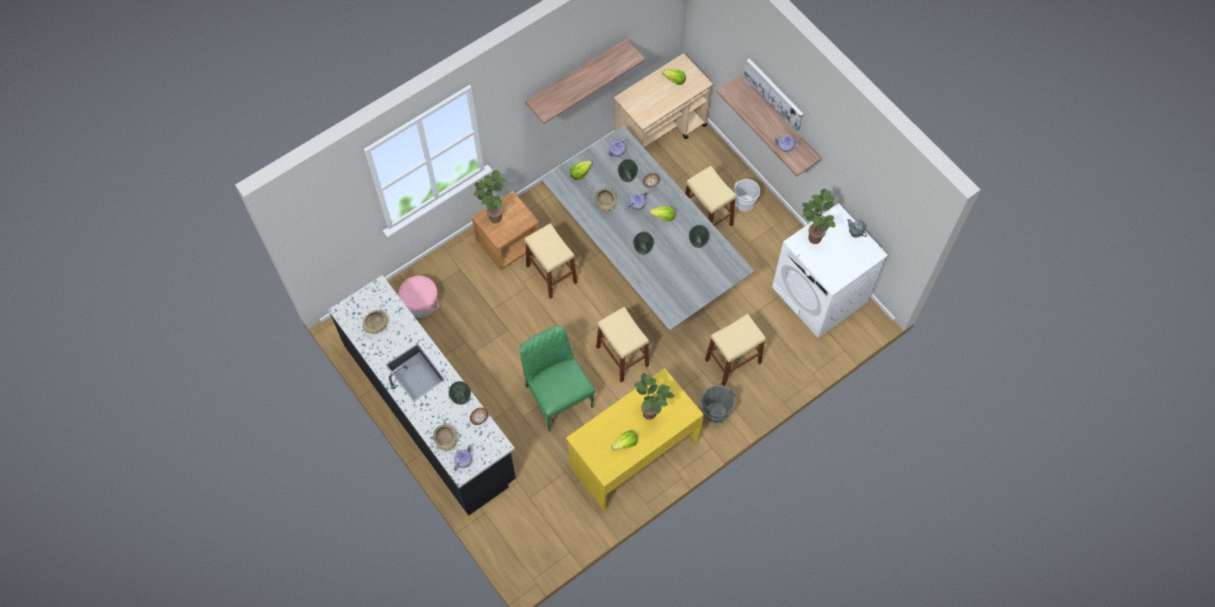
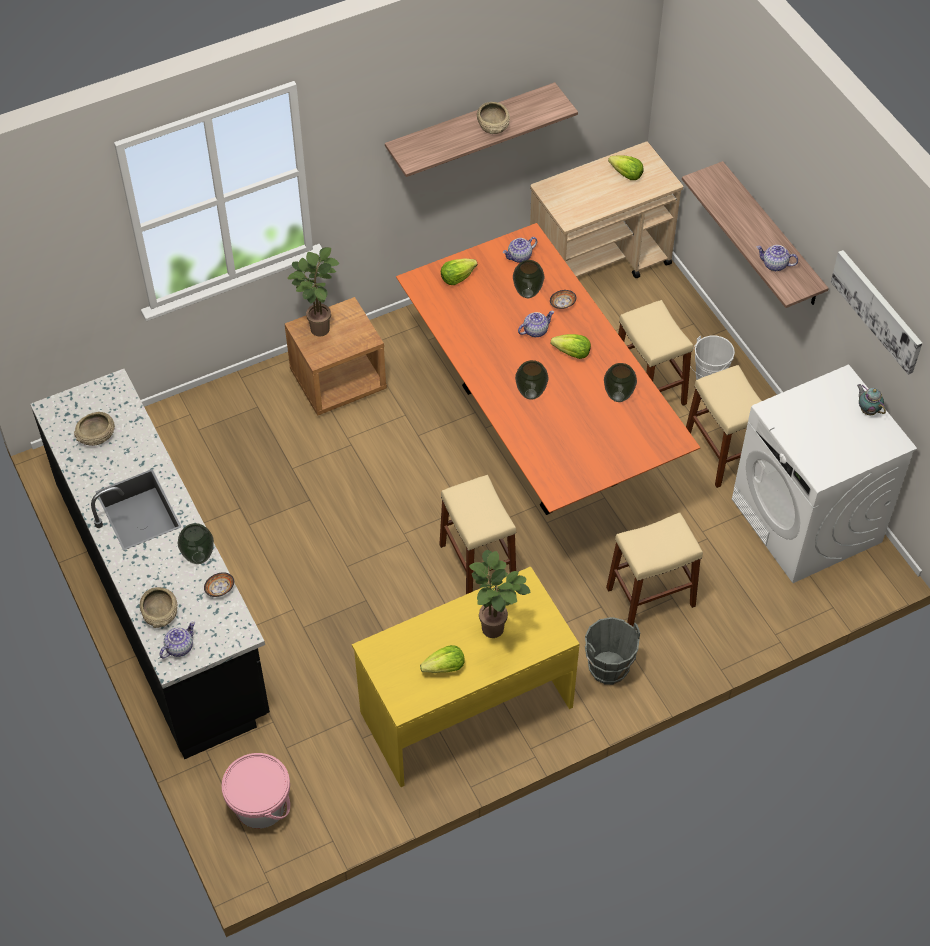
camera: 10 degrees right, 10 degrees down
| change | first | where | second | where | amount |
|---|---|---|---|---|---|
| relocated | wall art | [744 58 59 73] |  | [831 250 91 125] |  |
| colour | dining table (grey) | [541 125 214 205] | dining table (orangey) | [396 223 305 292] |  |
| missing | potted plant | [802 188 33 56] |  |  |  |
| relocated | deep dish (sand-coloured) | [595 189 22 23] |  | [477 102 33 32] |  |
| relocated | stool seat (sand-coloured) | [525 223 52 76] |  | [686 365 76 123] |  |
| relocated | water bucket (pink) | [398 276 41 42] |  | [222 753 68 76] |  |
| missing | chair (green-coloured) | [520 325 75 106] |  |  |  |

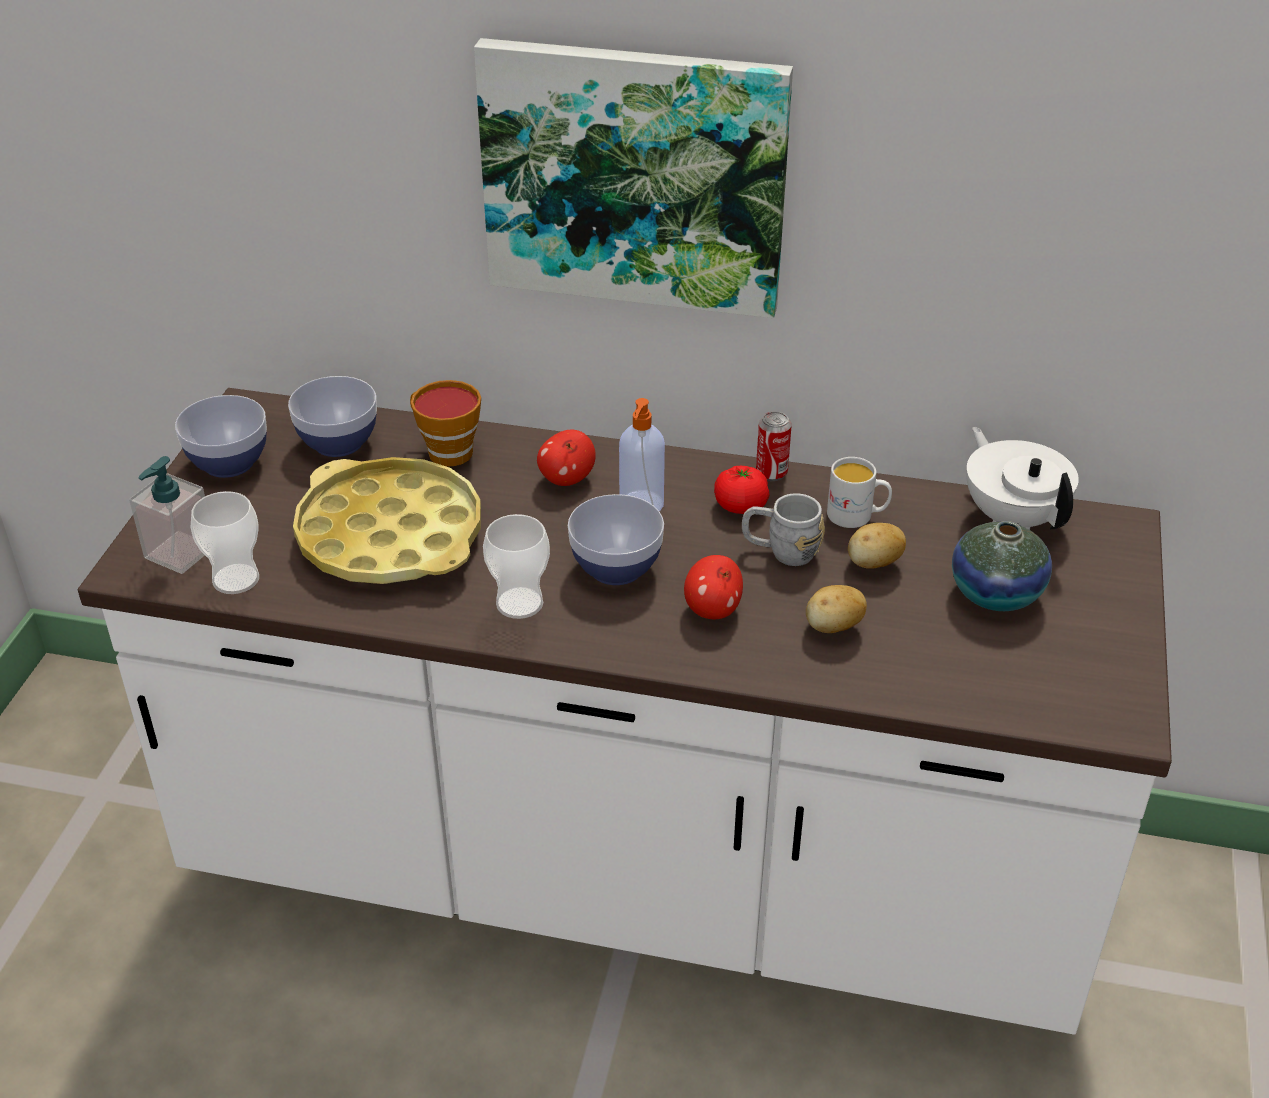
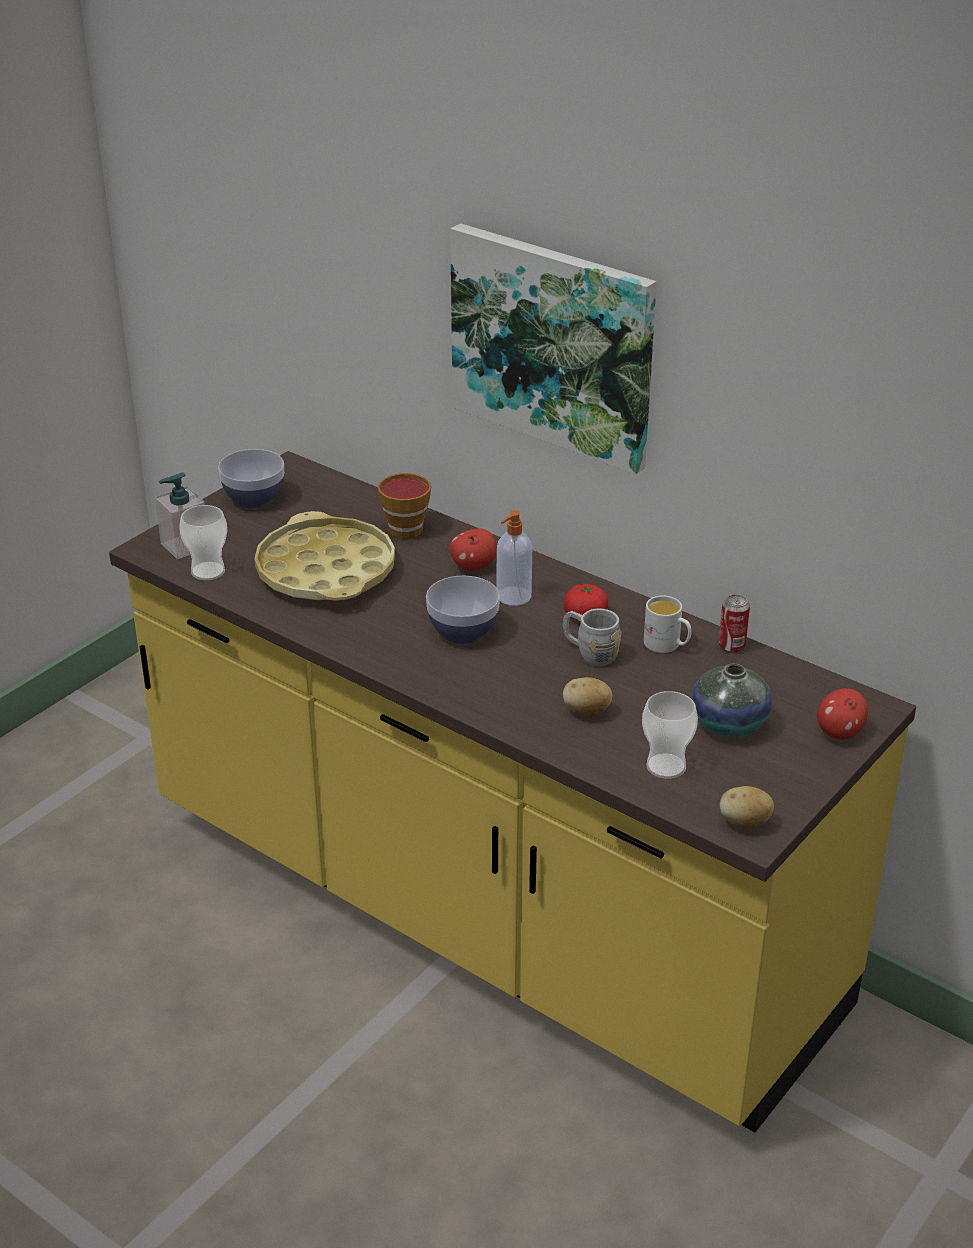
camera: 25 degrees right, 5 degrees down
| change | first | where | second | where | amount |
|---|---|---|---|---|---|
| missing | deep dish | [288 376 89 81] |  |  |  |
| colour | counter (whitish) | [78 388 1094 647] | counter (yellowish) | [109 451 807 682] |  |
| relocated | can | [756 411 36 70] |  | [719 594 31 59] |  |
| missing | tea pot (whitish) | [966 427 113 103] |  |  |  |
| relocated | cup | [483 514 67 105] |  | [642 691 56 88] |  |
| relocated | potato | [848 523 58 46] |  | [720 786 54 41] |  |
| relocated | apple | [684 555 59 64] |  | [817 688 51 51] |  |

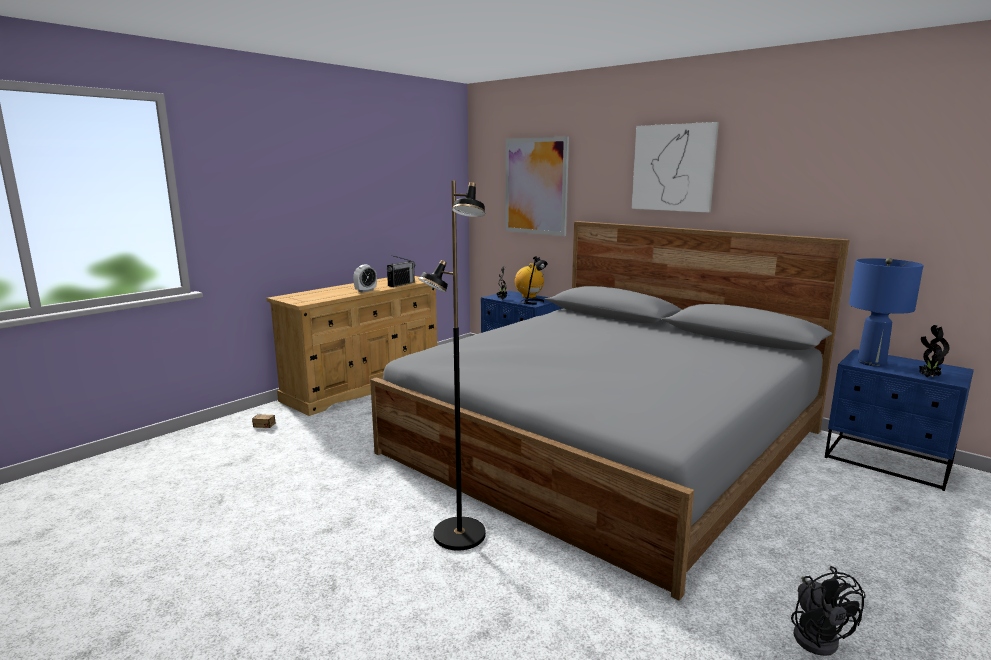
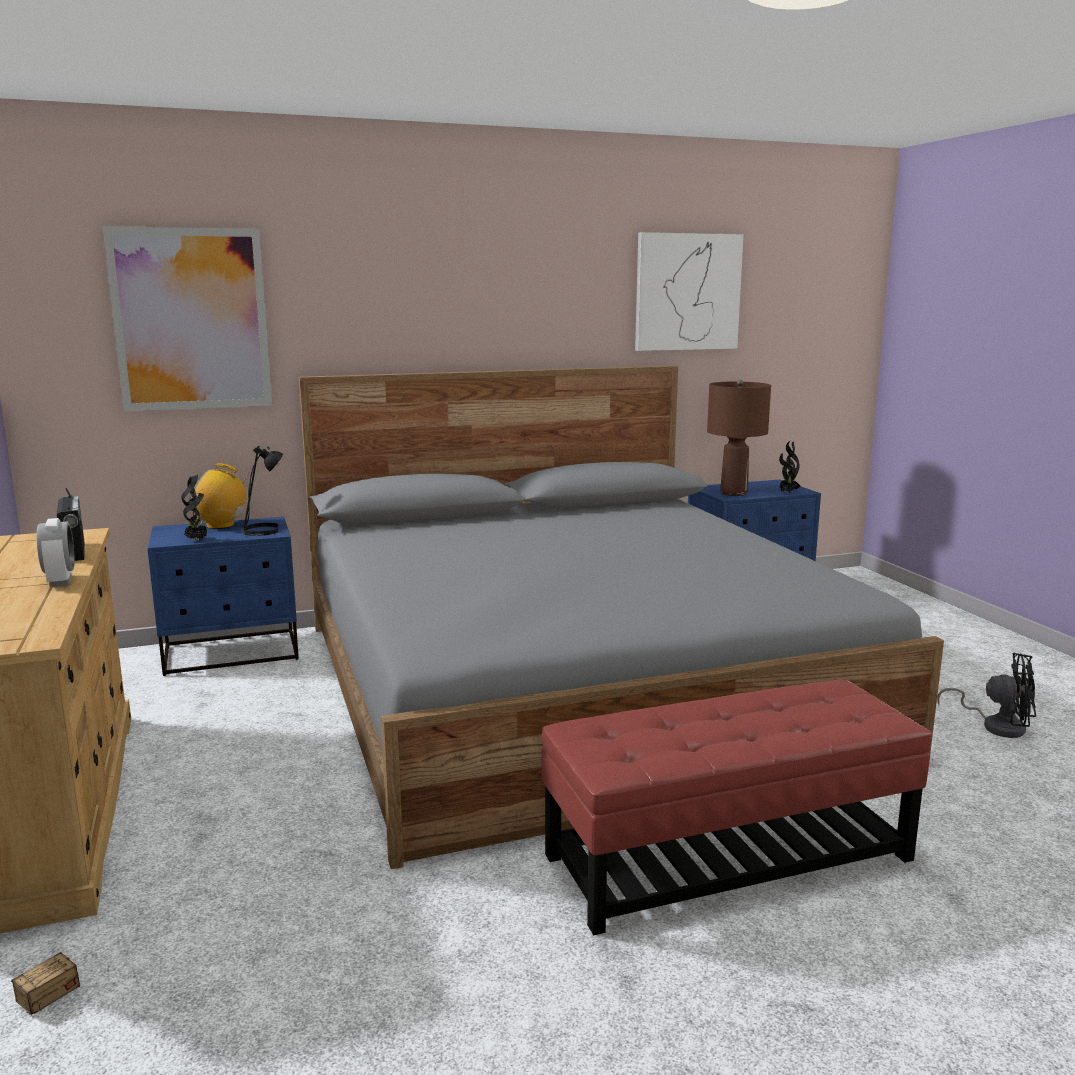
camera: 60 degrees left, 0 degrees up
| change | first | where | second | where | amount |
|---|---|---|---|---|---|
| relocated | wall art | [631 122 88 91] |  | [635 232 109 119] |  |
| exchanged | standing lamp (blackish) | [418 181 68 370] | pouffe (red) | [541 680 391 255] |  |
| colour | lamp for a table (blue) | [849 258 75 109] | lamp for a table (brown) | [707 380 64 116] |  |

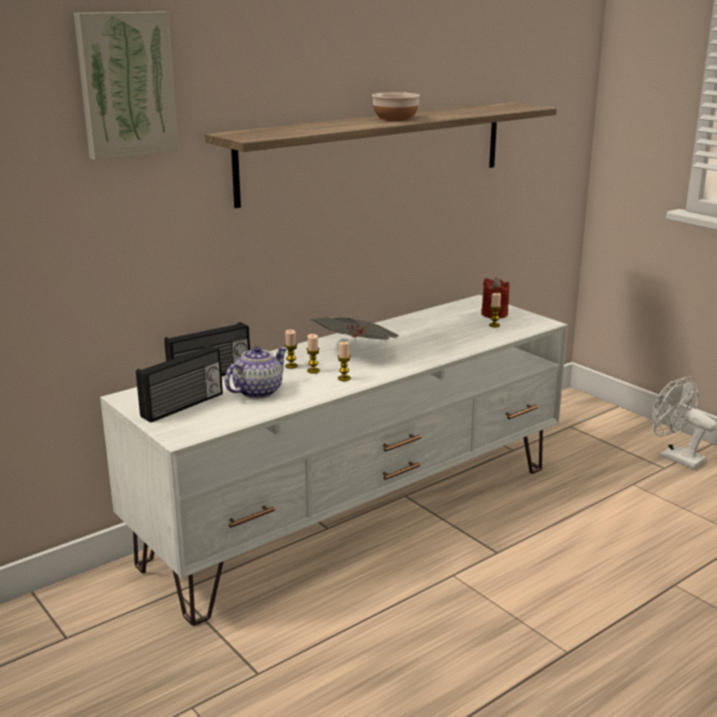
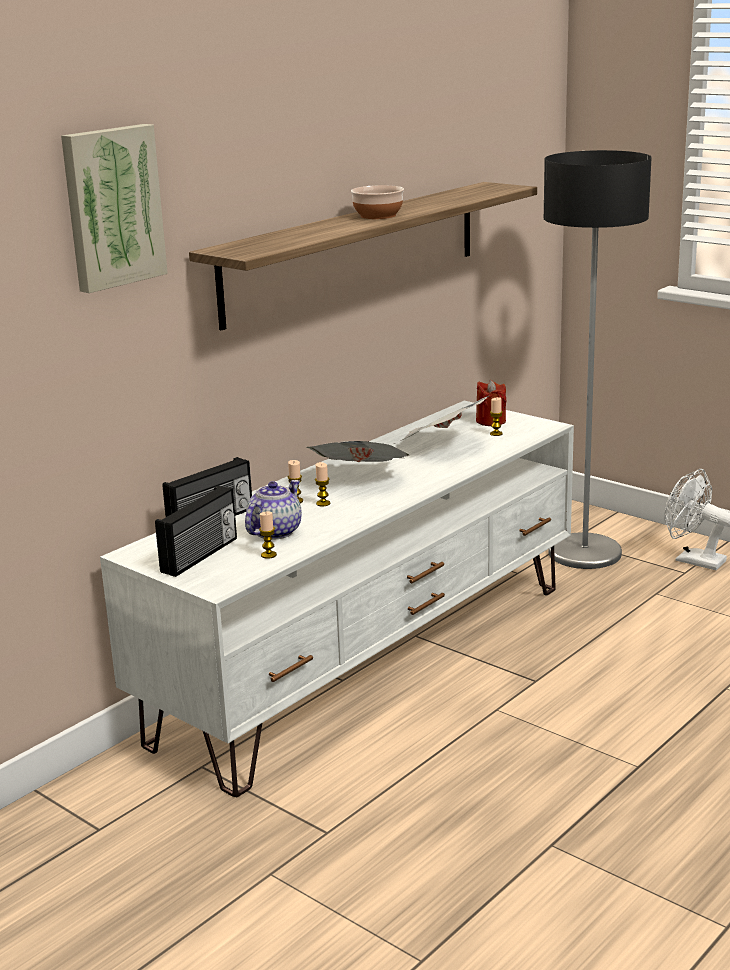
camera: 10 degrees left, 0 degrees up
| change | first | where | second | where | amount |
|---|---|---|---|---|---|
| relocated | candle | [338 342 13 39] |  | [259 511 18 48] |  |
| appeared |  |  | standing lamp | [544 150 108 419] |  |
| appeared |  |  | daily paper | [394 396 95 48] |  |

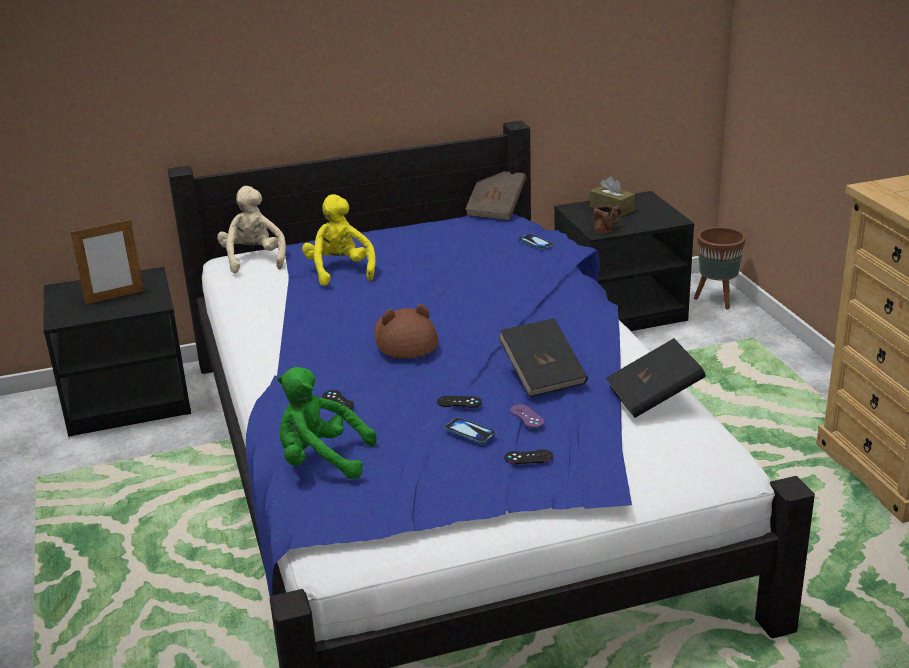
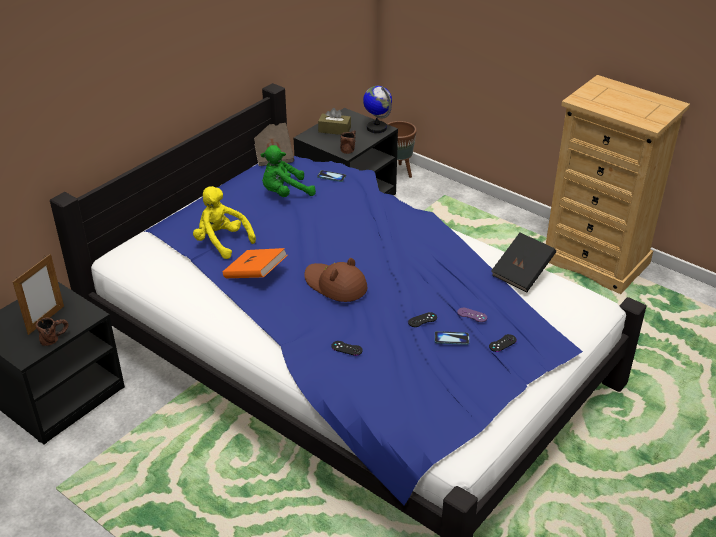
camera: 35 degrees left, 10 degrees up
| change | first | where | second | where | amount |
|---|---|---|---|---|---|
| missing | soft toy (sand-coloured) | [217 186 69 87] |  |  |  |
| missing | volume (blackish) | [498 318 90 79] |  |  |  |
| relocated | soft toy (green-coloured) | [277 367 100 112] |  | [261 145 55 52] |  |
| appeared |  |  | globe | [363 86 29 47] |  |
| appeared |  |  | volume (orangey) | [223 248 65 30] |  |
| appeared |  |  | tea mug (brown) | [35 317 34 29] |  |

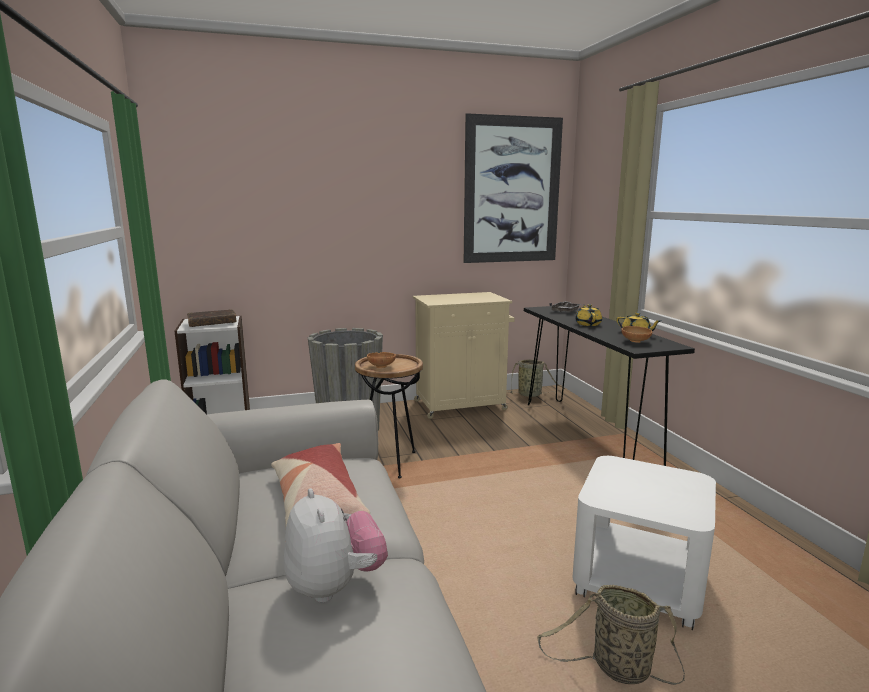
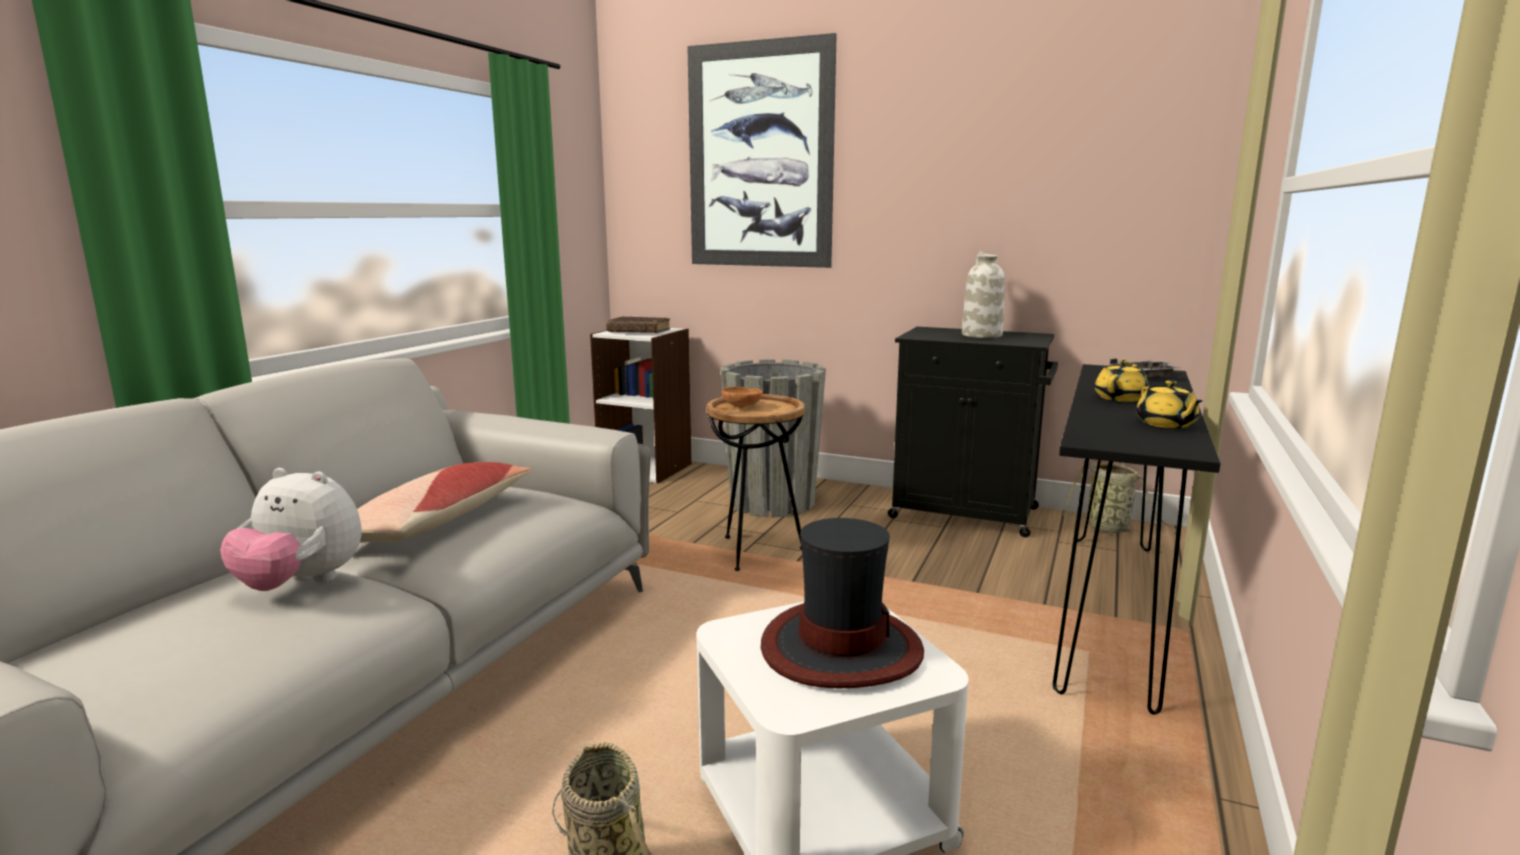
camera: 40 degrees right, 0 degrees up
| change | first | where | second | where | amount |
|---|---|---|---|---|---|
| relocated | wall art | [464 113 99 150] |  | [687 33 150 235] |  |
| colour | storage cabinet (sand-coloured) | [413 292 102 127] | storage cabinet (blackish) | [888 327 170 210] |  |
| missing | deep dish (brown) | [621 326 31 17] |  |  |  |
| spun | soft toy | [284 488 104 115] |  | [220 468 142 123] | 90 degrees clockwise |
| appeared |  |  | vase (whitish) | [962 251 43 87] |  |
| appeared |  |  | hat | [761 518 163 170] |  |

